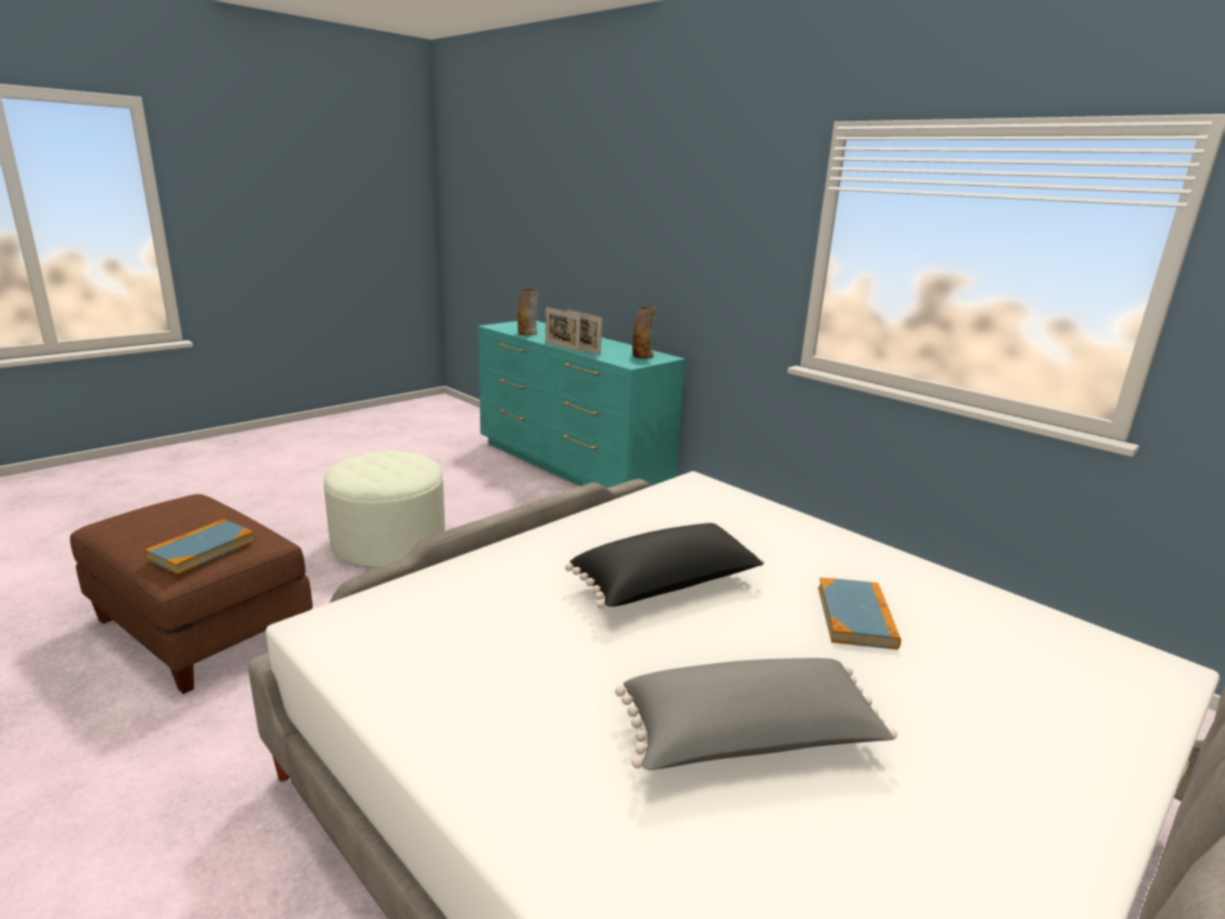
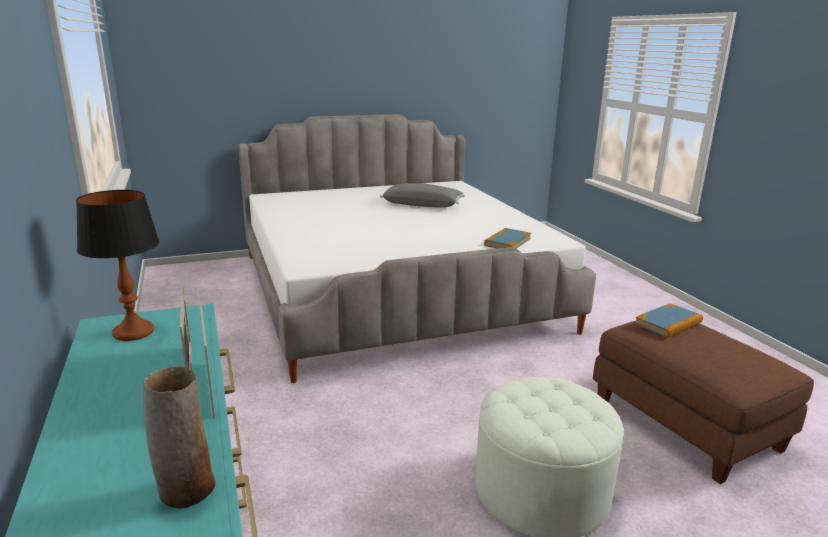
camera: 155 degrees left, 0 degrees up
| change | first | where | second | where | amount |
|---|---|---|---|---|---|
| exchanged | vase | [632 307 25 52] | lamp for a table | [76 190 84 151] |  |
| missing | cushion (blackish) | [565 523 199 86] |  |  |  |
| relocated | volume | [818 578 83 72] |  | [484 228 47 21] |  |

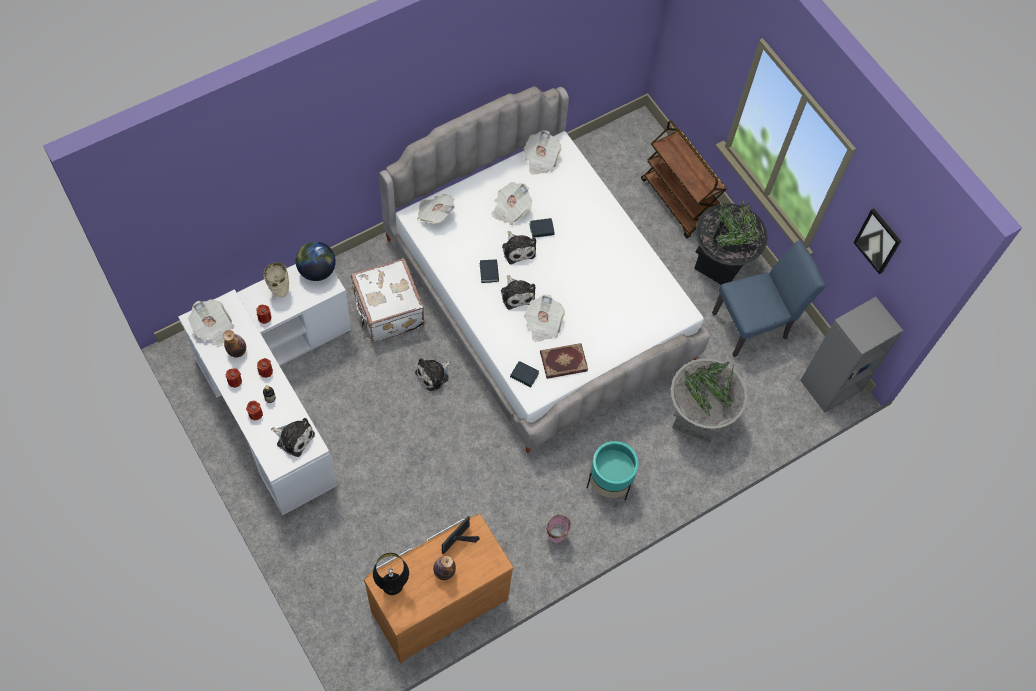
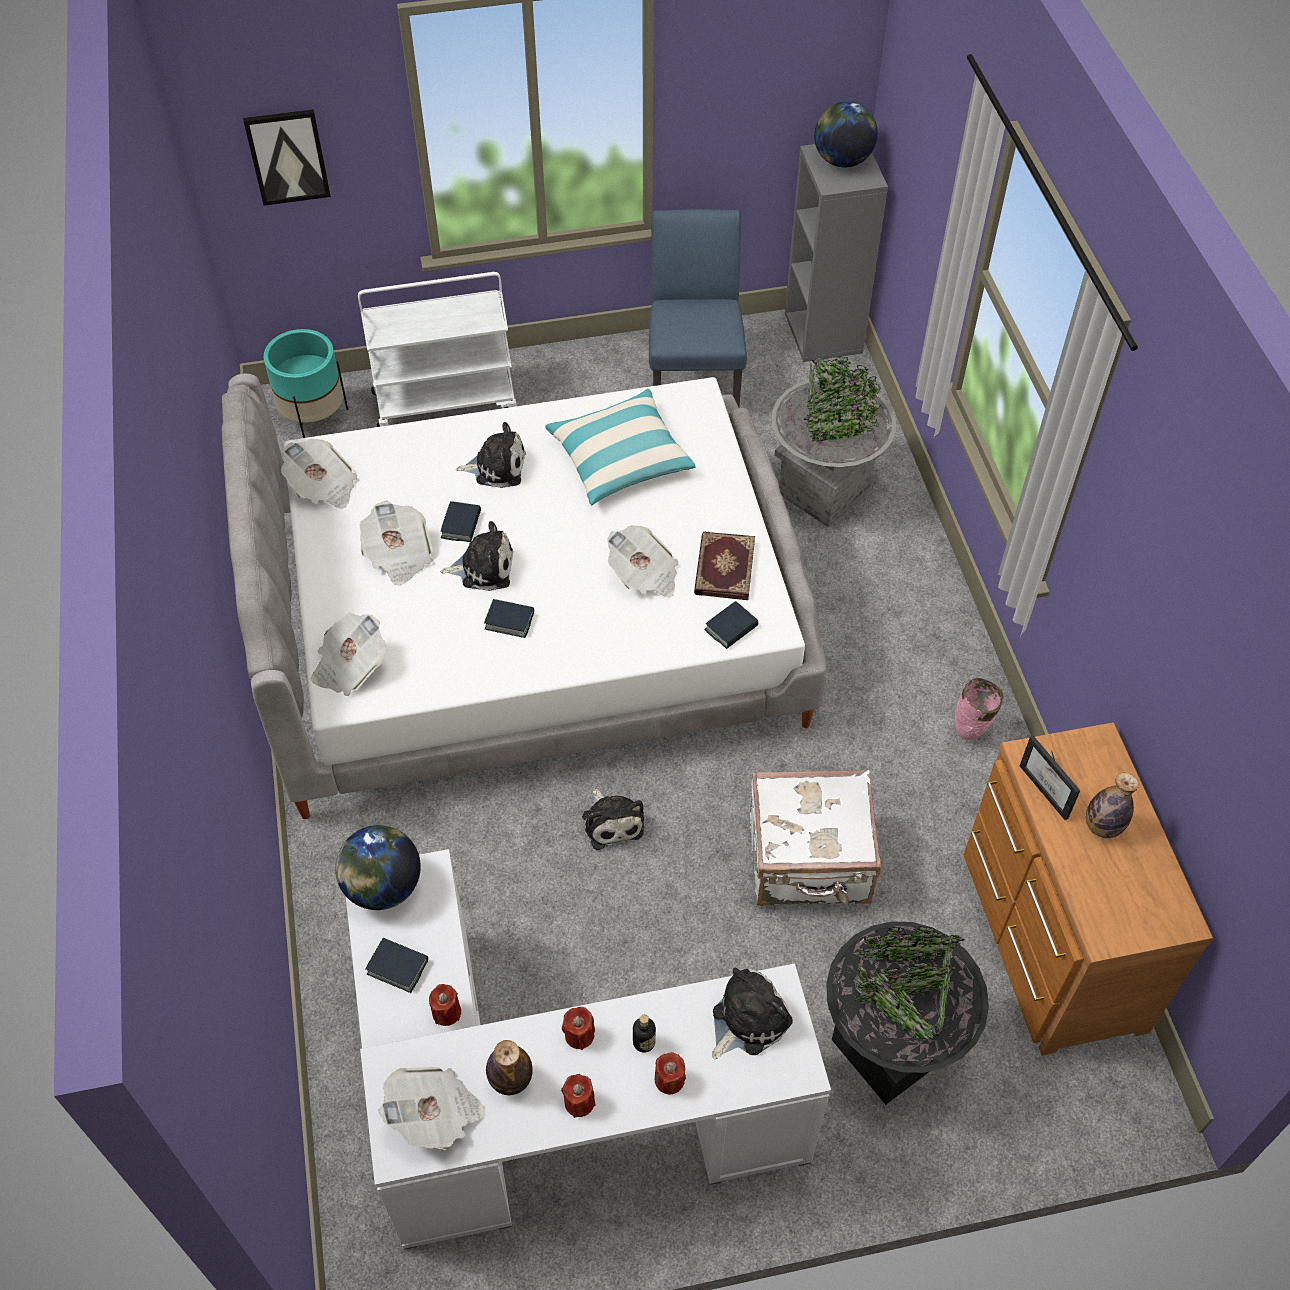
camera: 65 degrees left, 10 degrees down
| change | first | where | second | where | amount |
|---|---|---|---|---|---|
| colour | cart (brown) | [641 120 86 118] | cart (whitish) | [358 272 158 155] |  |
| relocated | flower pot (blackish) | [694 200 74 85] |  | [826 921 163 184] |  |
| relocated | wall art | [853 208 48 67] |  | [243 109 88 97] |  |
| relocated | piece of luggage (whitish) | [351 258 74 84] |  | [750 770 131 136] |  |
| exchanged | vase (sand-coloured) | [264 262 25 36] | volume | [365 938 63 55] |  |
| relocated | soft toy | [501 275 34 35] |  | [456 422 70 66] |  |
| relocated | flower pot (turquoise) | [587 441 52 59] |  | [264 329 84 109] |  |
| missing | lamp for a table (blackish) | [373 553 36 42] |  |  |  |
| appeared |  |  | globe | [814 101 64 66] |  |
| appeared |  |  | cushion | [545 388 151 117] |  |

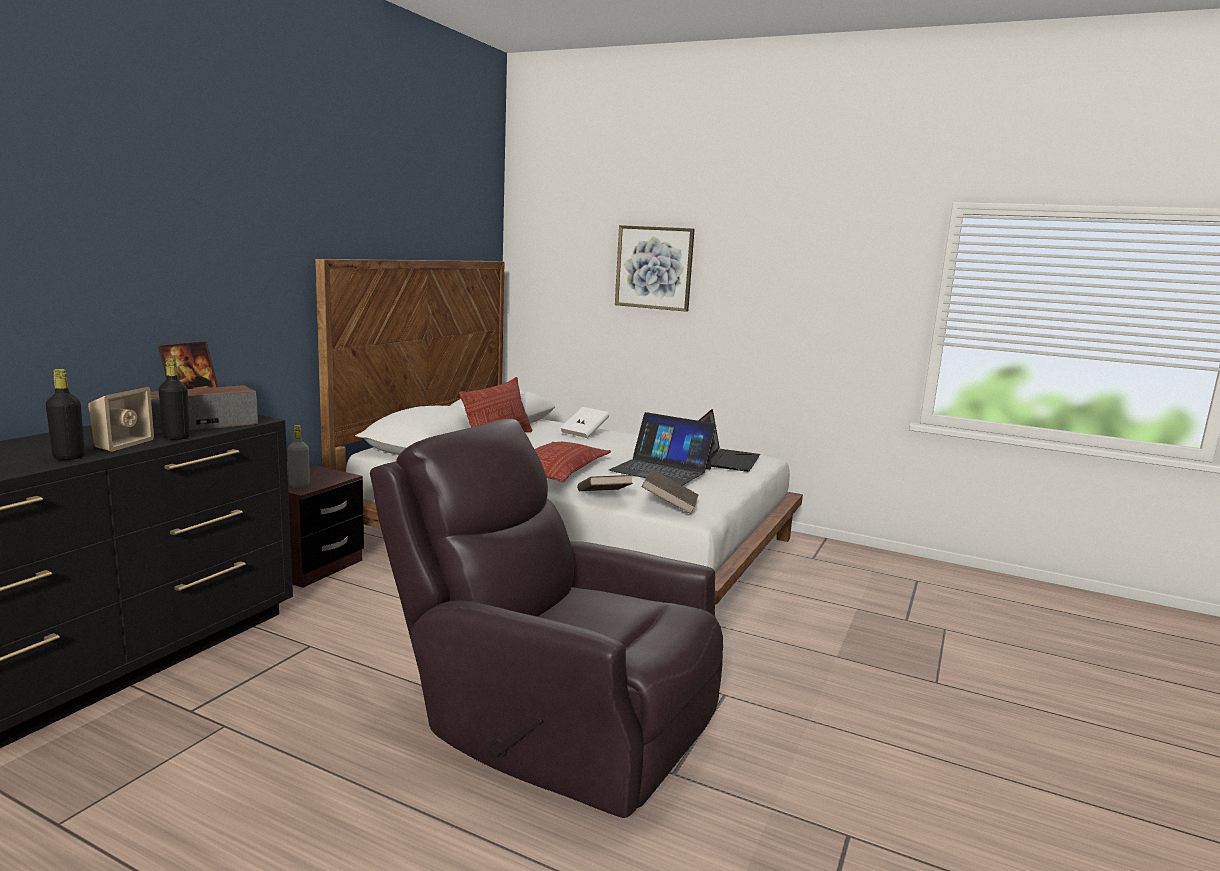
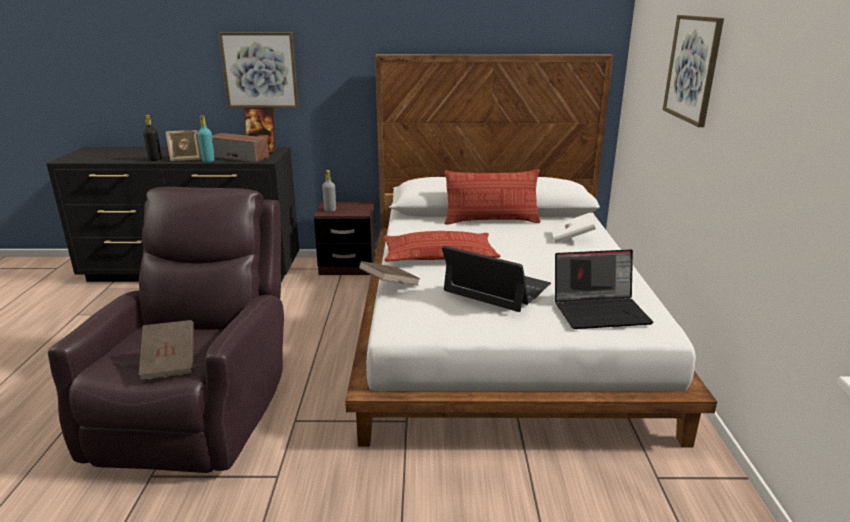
camera: 65 degrees right, 10 degrees up
| change | first | where | second | where | amount |
|---|---|---|---|---|---|
| colour | bottle (blackish) | [159 358 31 82] | bottle (turquoise) | [198 115 17 47] |  |
| spun | notebook computer | [609 412 107 74] |  | [442 246 109 66] | 120 degrees clockwise |
| relocated | volume (brown) | [642 469 56 45] |  | [139 320 55 60] |  |
| appeared |  |  | wall art | [218 32 81 76] |  |

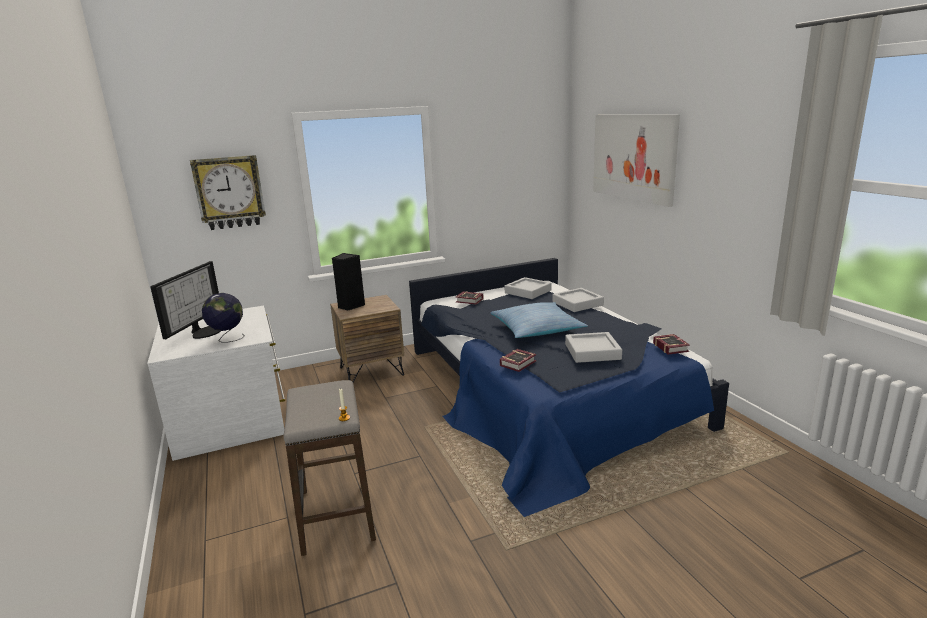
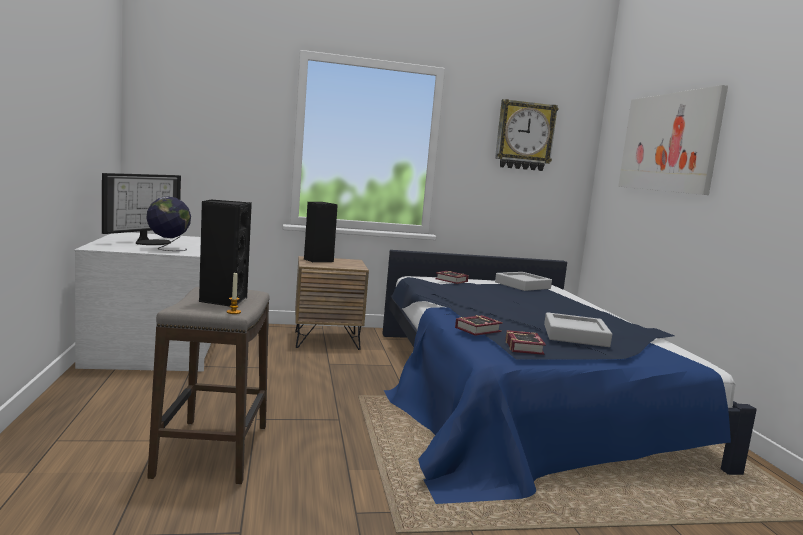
camera: 10 degrees right, 10 degrees down
| change | first | where | second | where | amount |
|---|---|---|---|---|---|
| relocated | clock on the wall | [190 155 76 75] |  | [495 99 64 72] |  |
| missing | serving tray (grey) | [553 288 51 24] |  |  |  |
| missing | cushion | [490 302 98 36] |  |  |  |
| relocated | volume | [653 334 37 21] |  | [506 330 40 25] |  |
| appeared |  |  | audio speaker (blackish) | [199 200 53 107] |  |

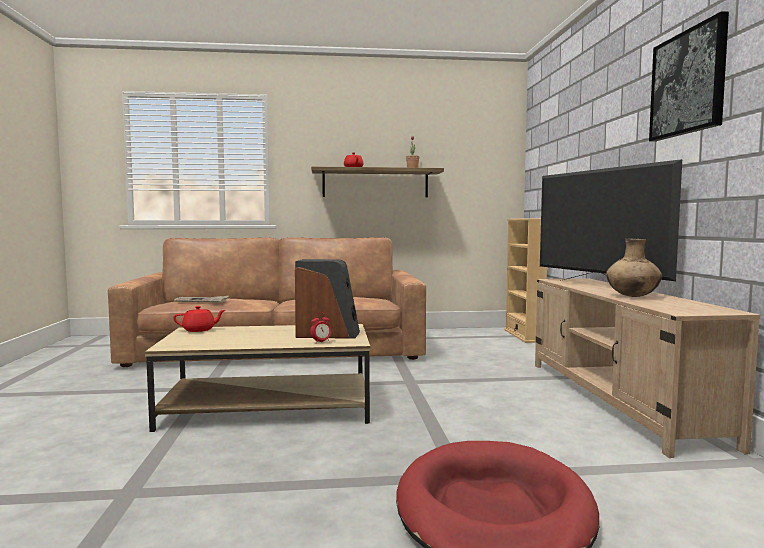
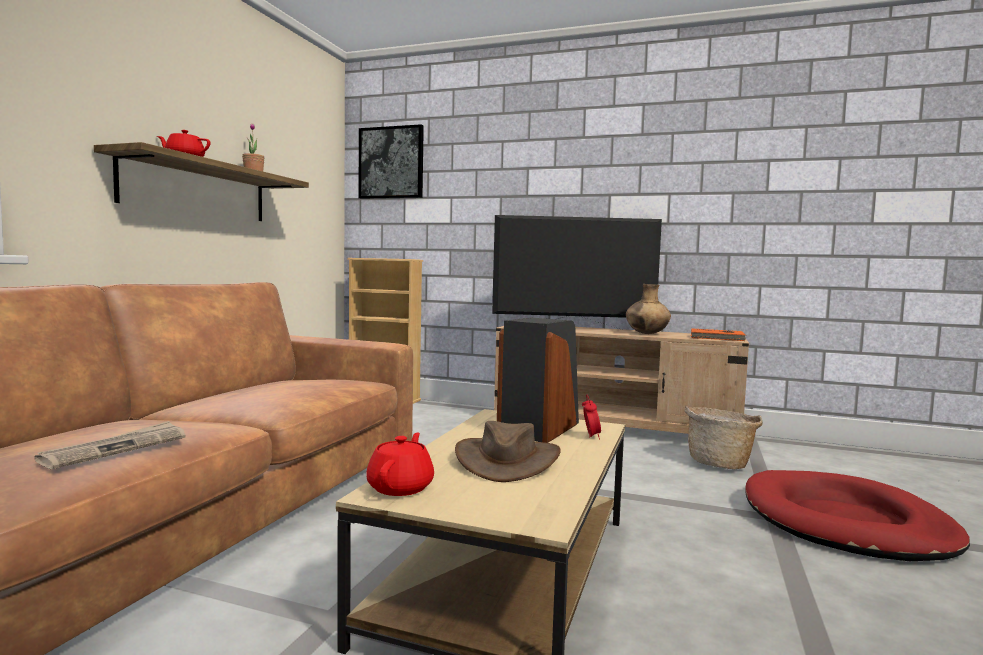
camera: 65 degrees left, 0 degrees up
| change | first | where | second | where | amount |
|---|---|---|---|---|---|
| relocated | wall art | [649 11 80 131] |  | [358 124 66 75] |  |
| appeared |  |  | volume (orangey) | [691 328 56 13] |  |
| appeared |  |  | basket | [684 406 79 63] |  |
| appeared |  |  | hat (brown) | [455 421 106 61] |  |

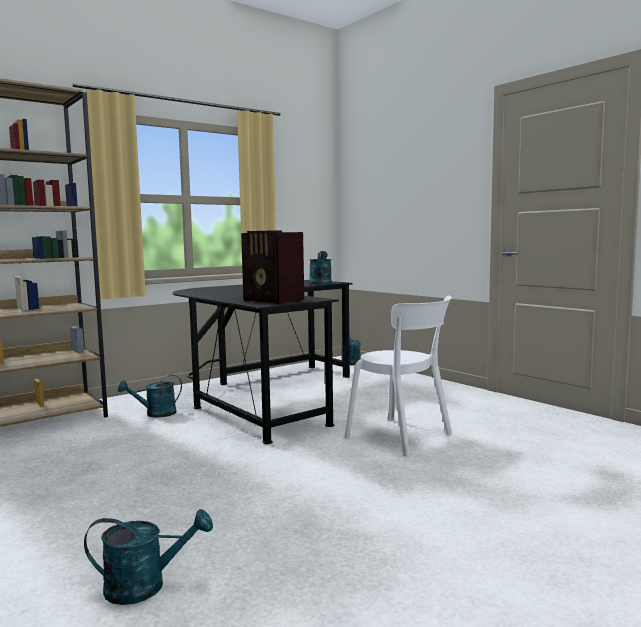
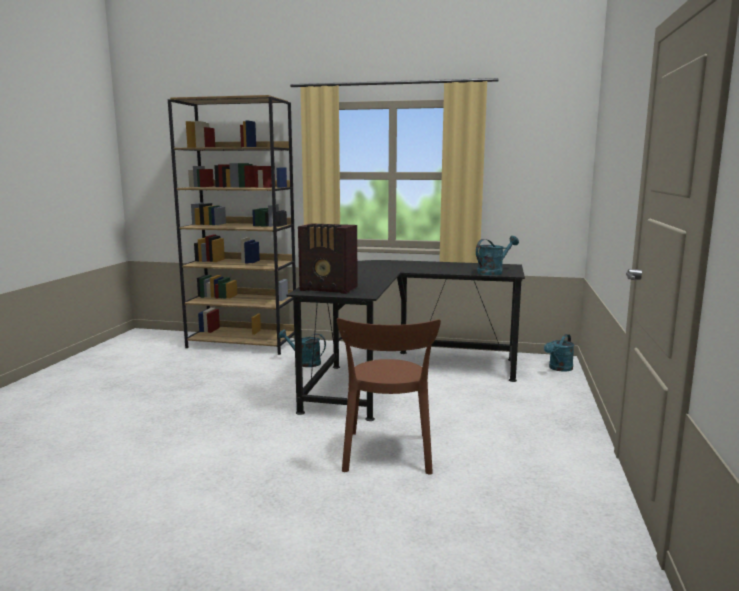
camera: 50 degrees right, 5 degrees up
| change | first | where | second | where | amount |
|---|---|---|---|---|---|
| spun | radio | [241 230 63 74] |  | [298 223 59 71] | 75 degrees counterclockwise |
| colour | chair (whitish) | [345 296 107 161] | chair (brown) | [337 318 104 157] |  |
| missing | watering pot (turquoise) | [84 509 129 96] |  |  |  |

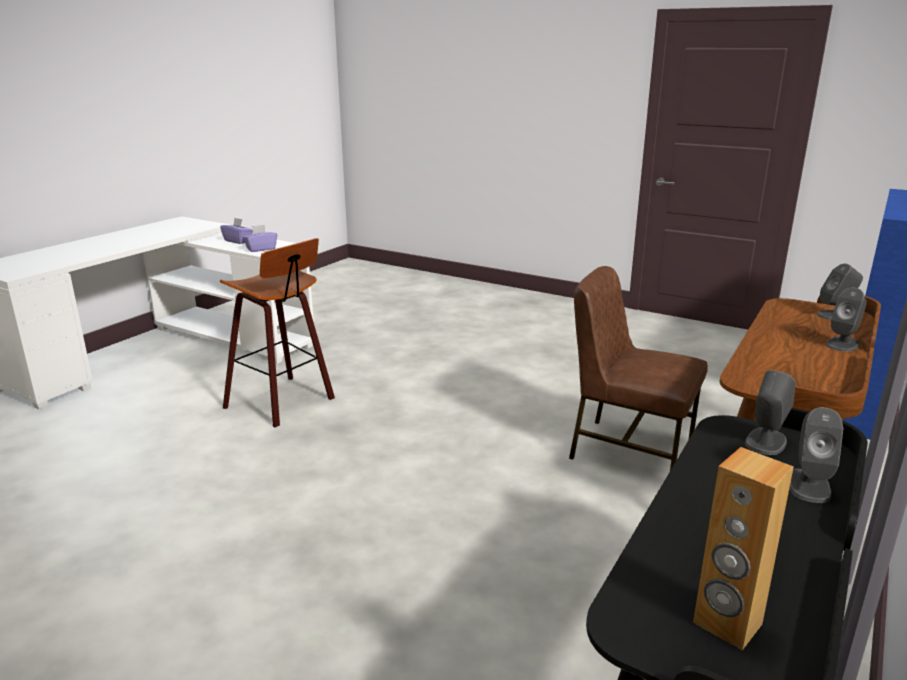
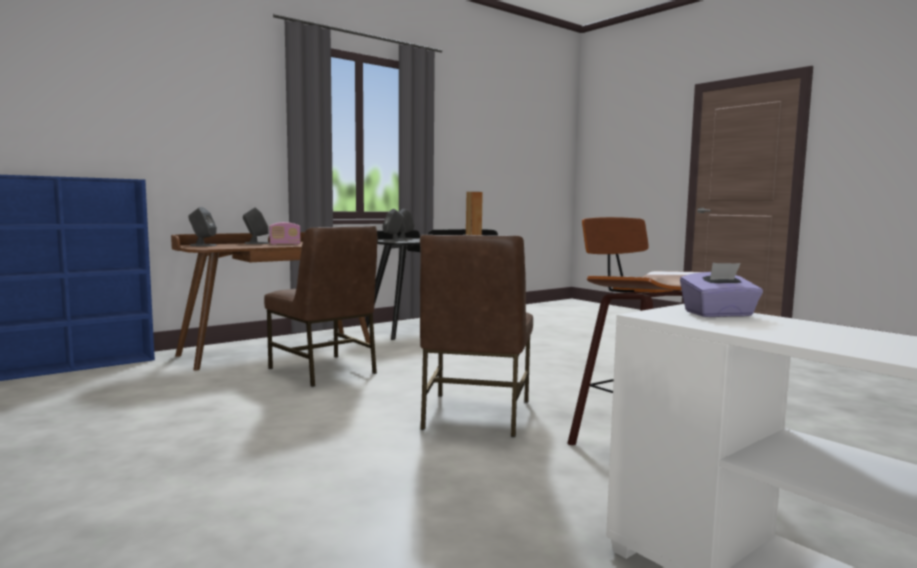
camera: 160 degrees left, 15 degrees down
| change | first | where | second | where | amount |
|---|---|---|---|---|---|
| missing | box of tissues (purple-coloured) | [220 218 33 26] |  |  |  |
| appeared |  |  | radio | [269 222 32 23] |  |
| appeared |  |  | chair (brown) | [420 235 113 202] |  |

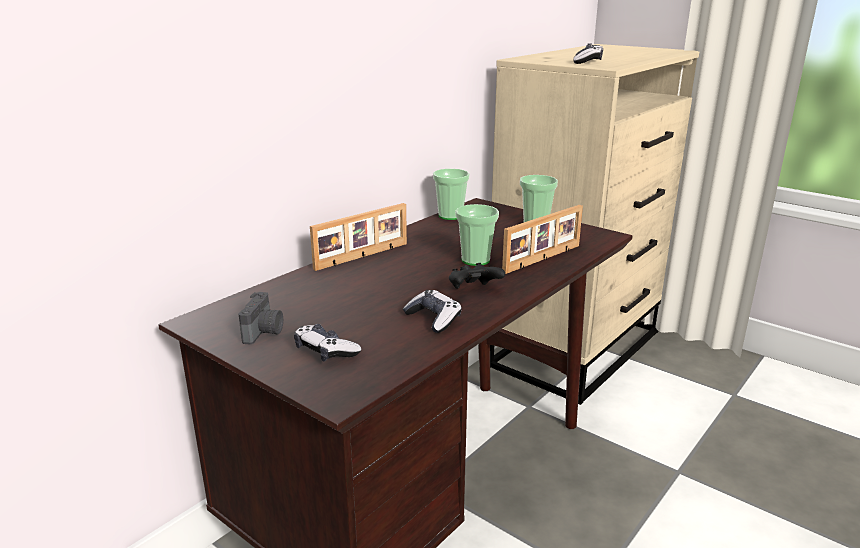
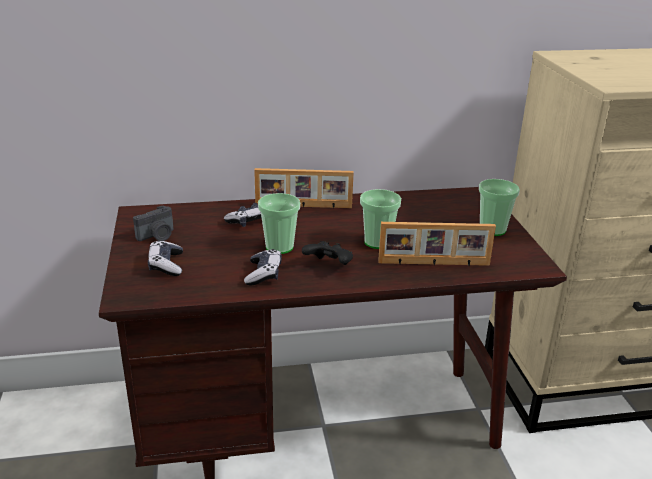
camera: 40 degrees right, 5 degrees up
| change | first | where | second | where | amount |
|---|---|---|---|---|---|
| relocated | joypad | [574 44 29 20] |  | [224 203 38 24] |  |
| relocated | cup | [433 169 37 51] |  | [258 193 42 61] |  |

